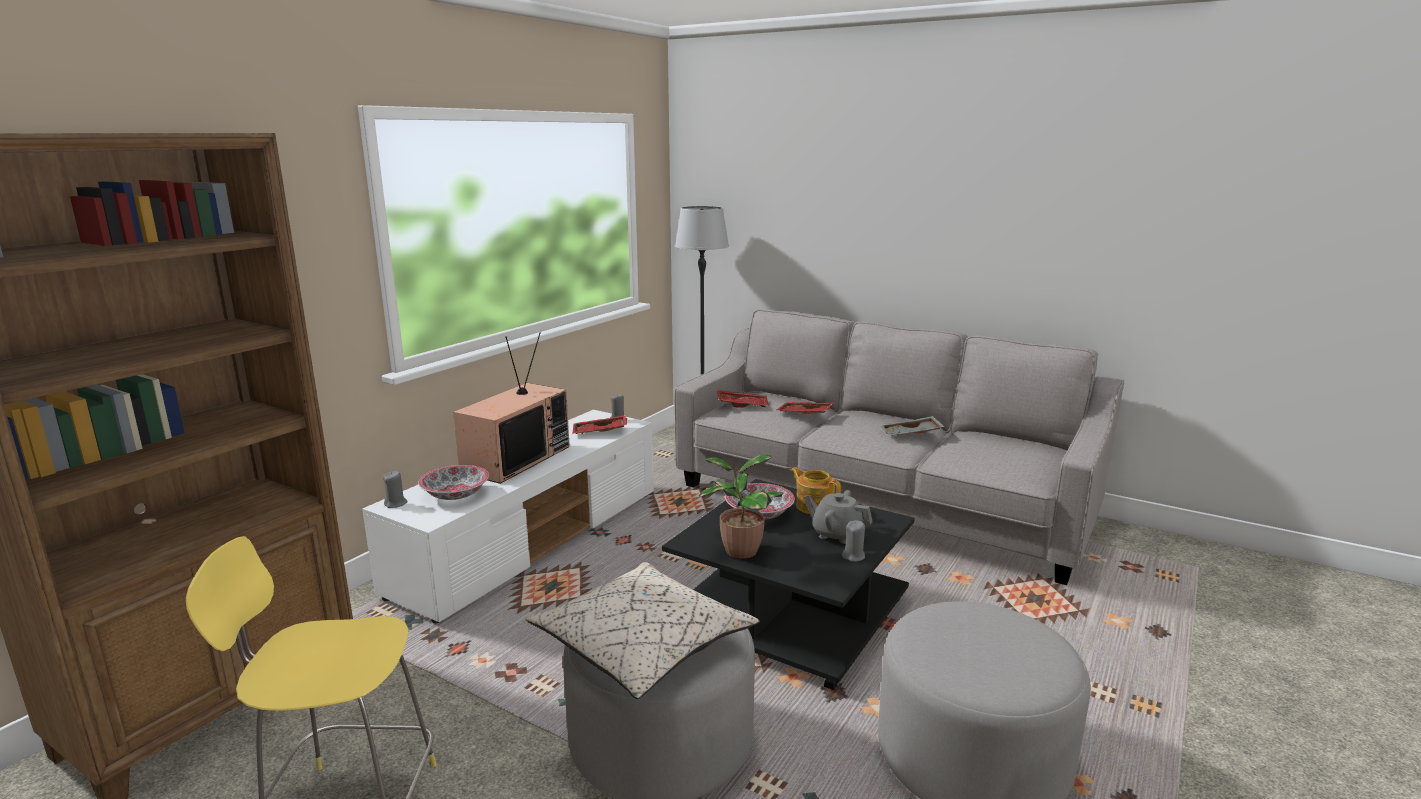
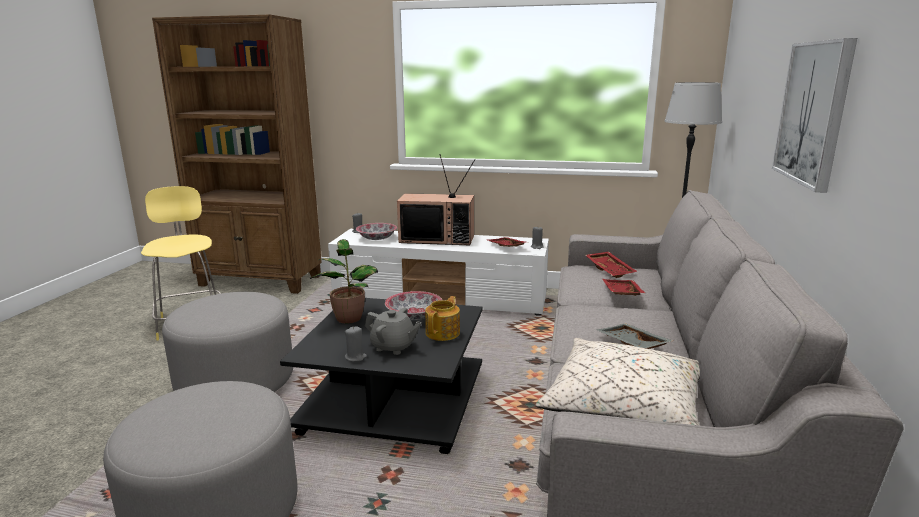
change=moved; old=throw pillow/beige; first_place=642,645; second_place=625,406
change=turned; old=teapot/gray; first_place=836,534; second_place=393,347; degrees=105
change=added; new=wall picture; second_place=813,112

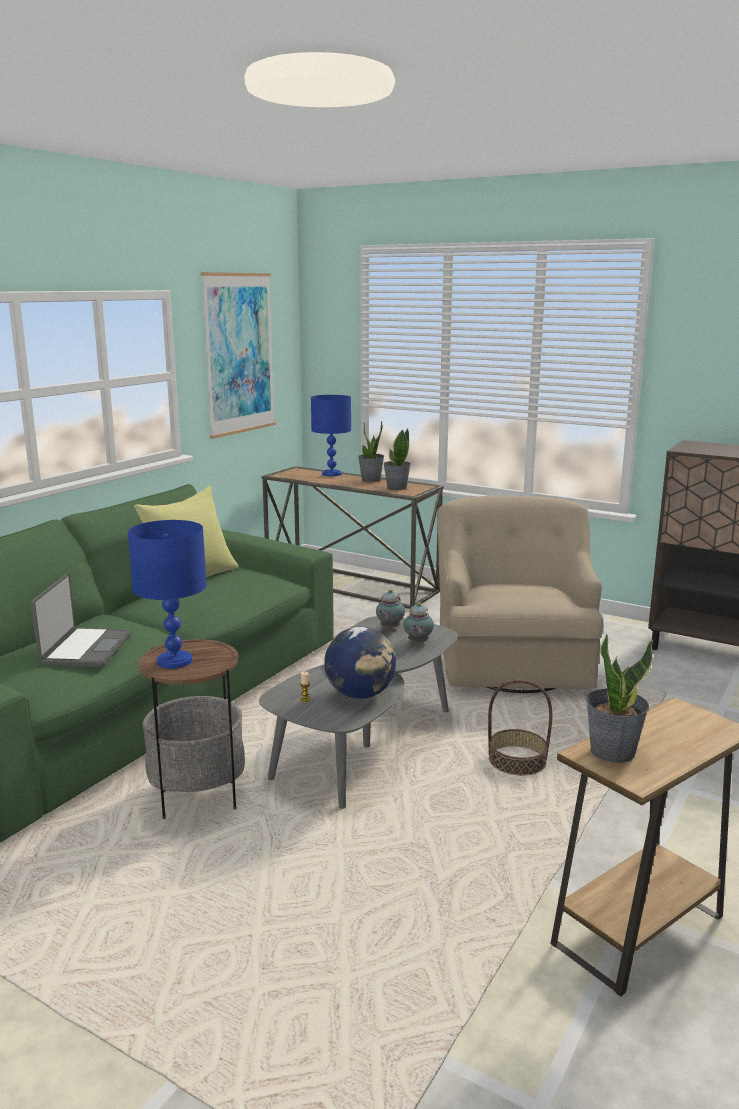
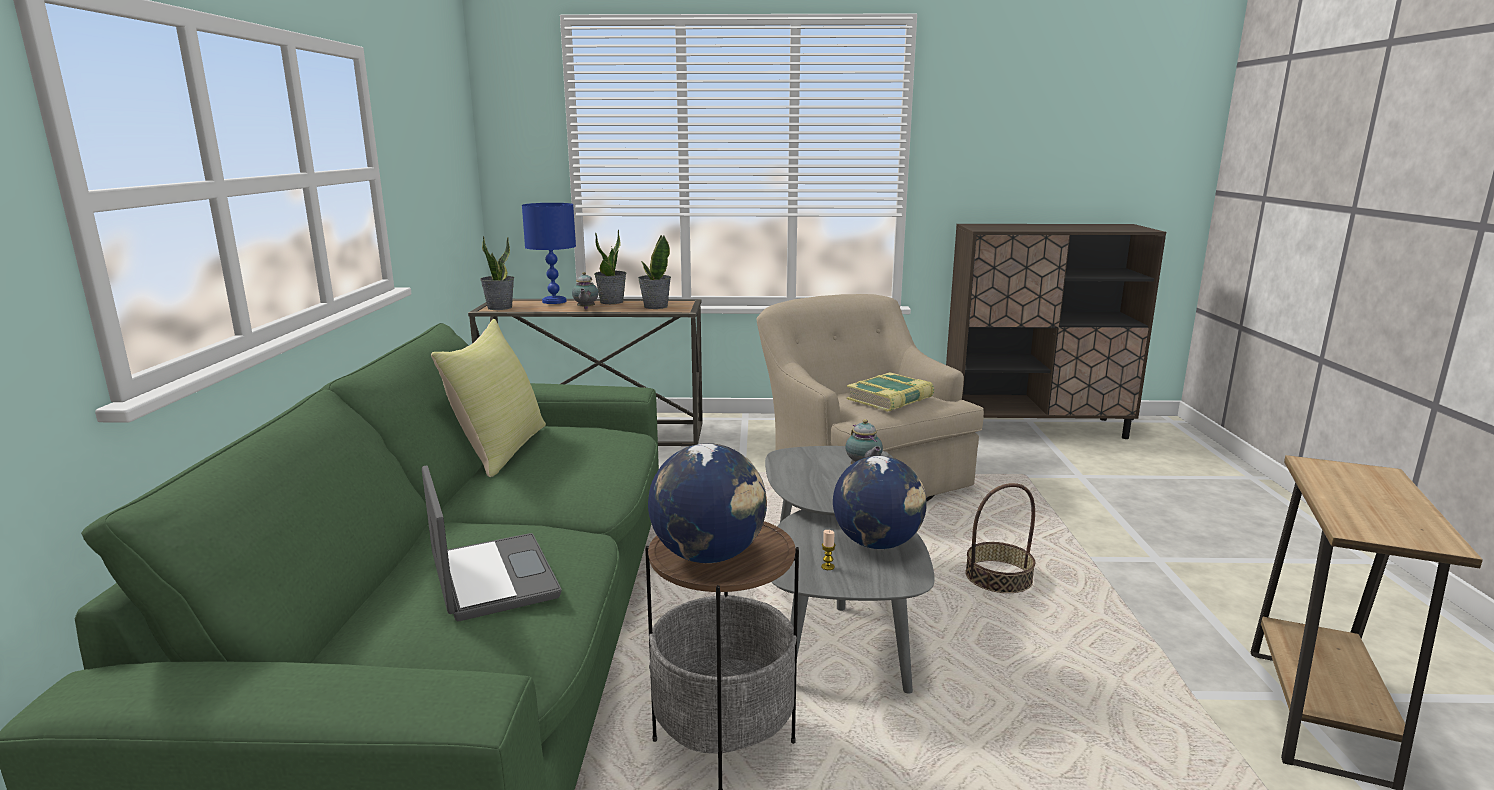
change=replaced; old=lamp for a table/blue-coloured; new=desk globe; first_place=175,661; second_place=709,555
change=removed; old=wall picture; first_place=239,354
change=moved; old=teapot; first_place=389,628; second_place=585,309
change=moved; old=potted plant; first_place=612,751; second_place=499,307
change=added; new=volume; second_place=890,399

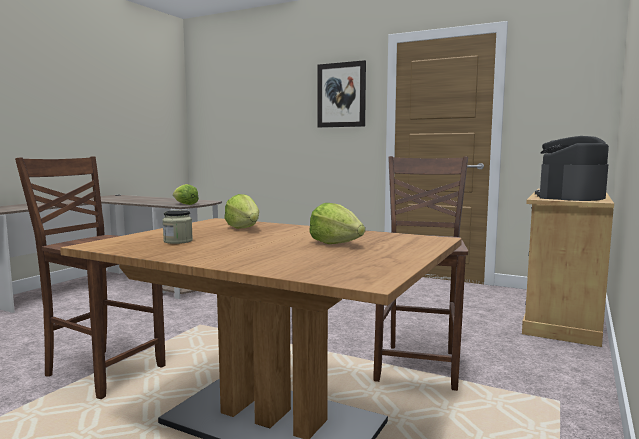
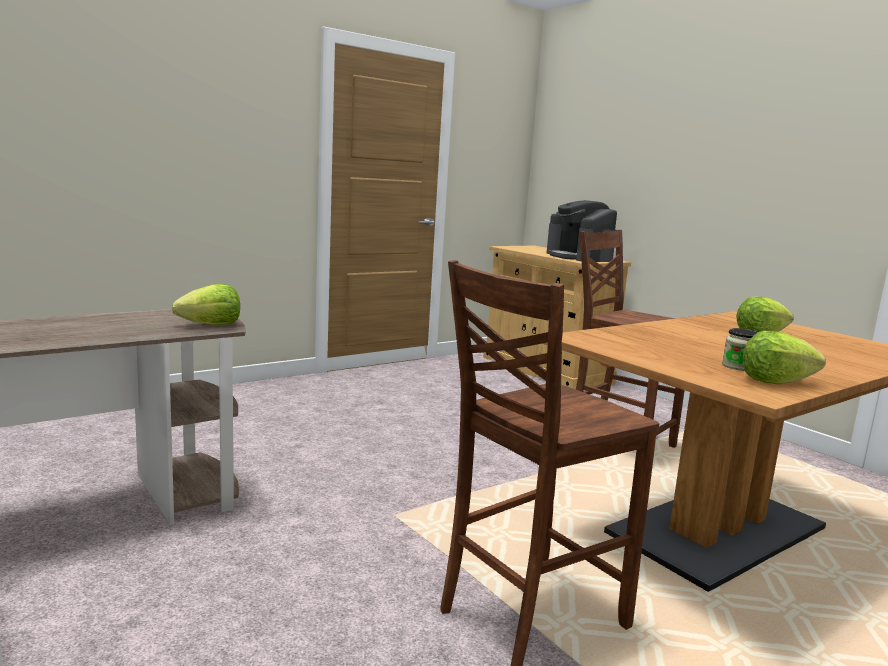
change=moved; old=head of lettuce; first_place=244,228; second_place=775,381
change=removed; old=wall picture; first_place=341,95

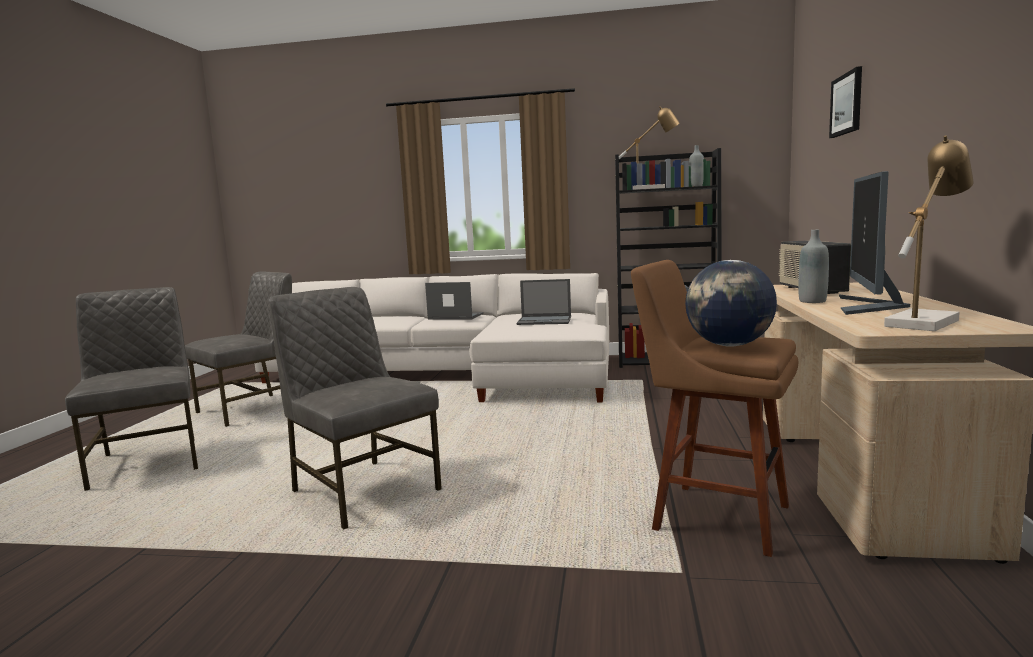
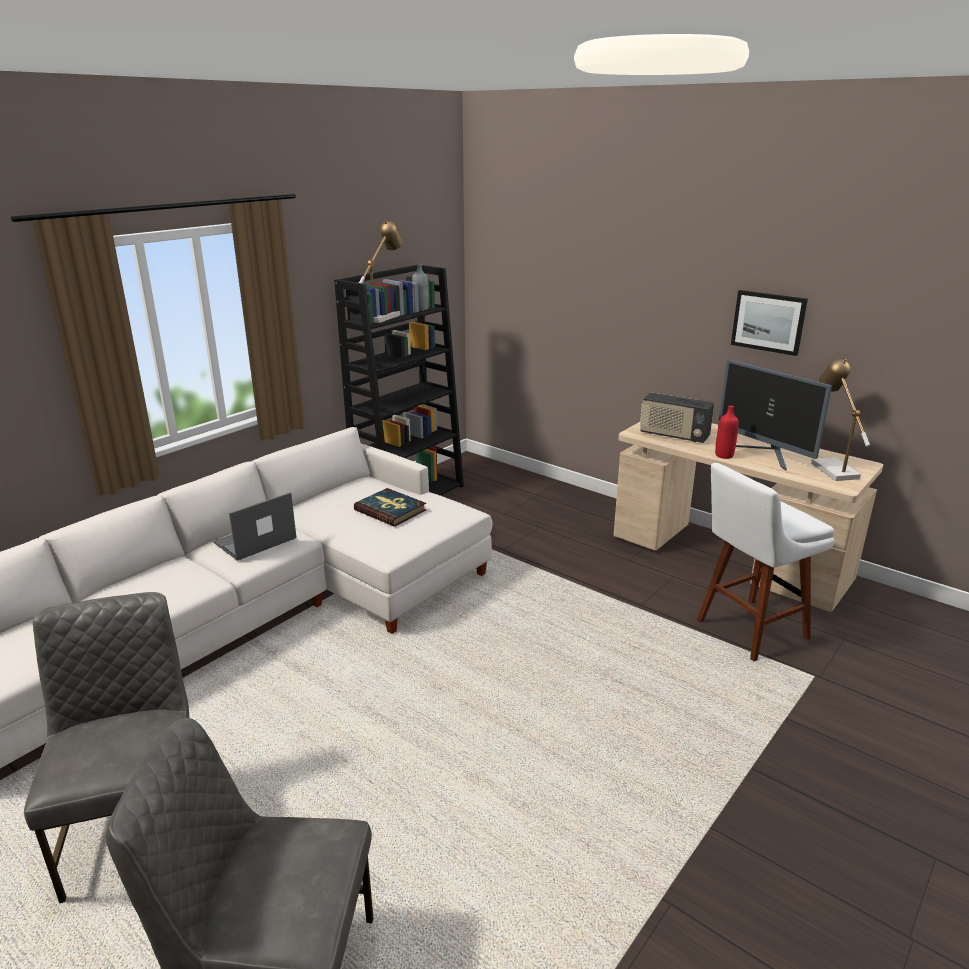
change=removed; old=upright chair/gray; first_place=363,491
change=replaced; old=notebook computer; new=volume; first_place=545,321; second_place=390,510
change=recoloured; old=sitting stool/brownish; new=sitting stool/white; first_place=713,516; second_place=747,631
change=removed; old=desk globe; first_place=729,345
change=recoloured; old=beverage bottle/gray; new=beverage bottle/reddish; first_place=812,301; second_place=724,455
change=moved; old=wall picture; first_place=847,104; second_place=768,322

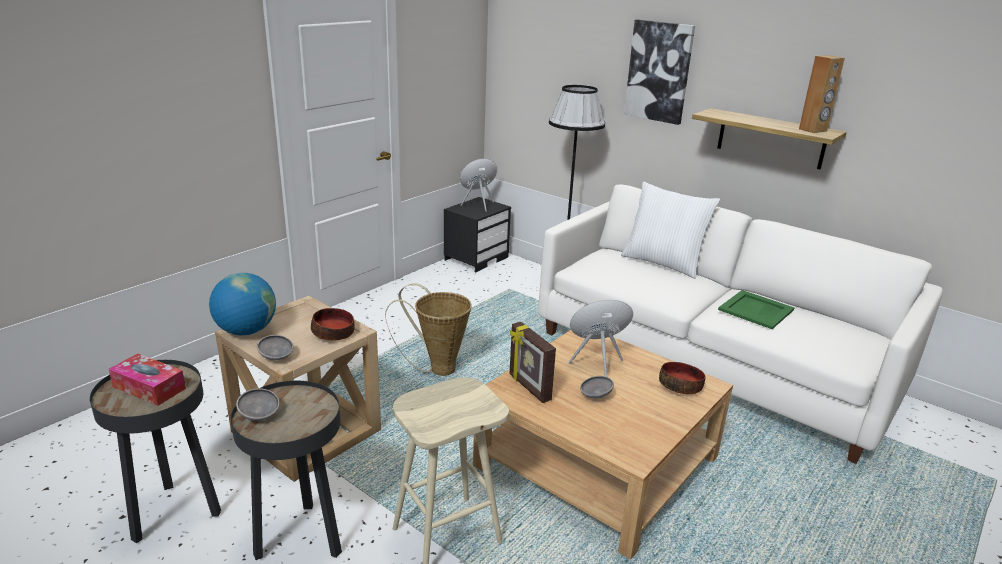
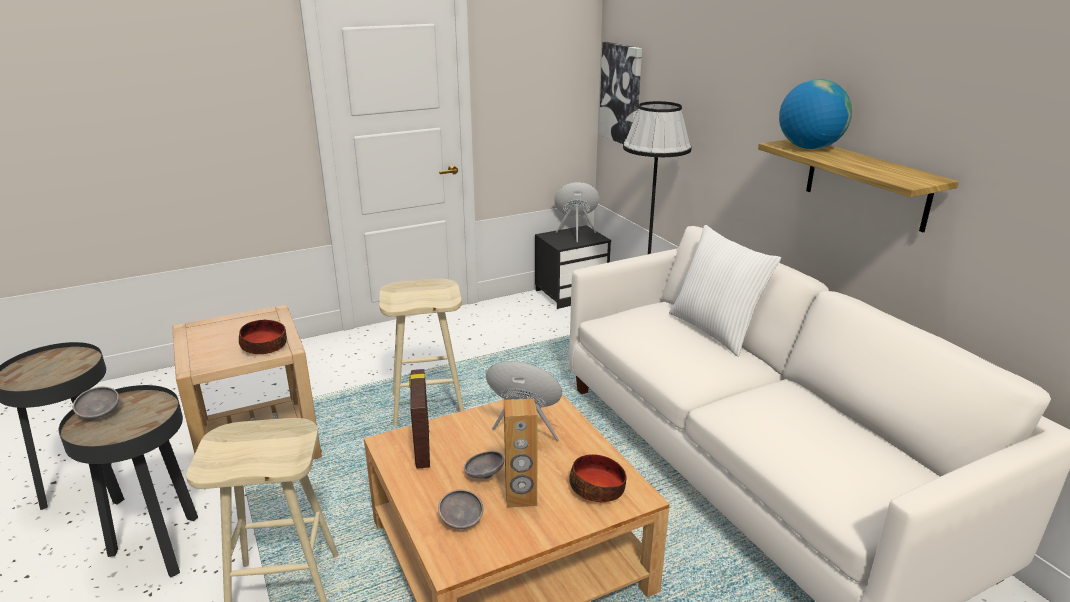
change=removed; old=tissue box; first_place=149,388
change=moved; old=desk globe; first_place=246,331; second_place=809,148
change=moved; old=serving bowl/gray; first_place=276,357; second_place=461,521
change=replaced; old=storage basket; new=sitting stool/beige; first_place=436,368; second_place=429,405
change=moved; old=wall picture; first_place=659,71; second_place=621,93
change=removed; old=serving tray/greenish; first_place=755,310
change=moved; old=loudspeaker/brownish; first_place=813,130; second_place=521,497

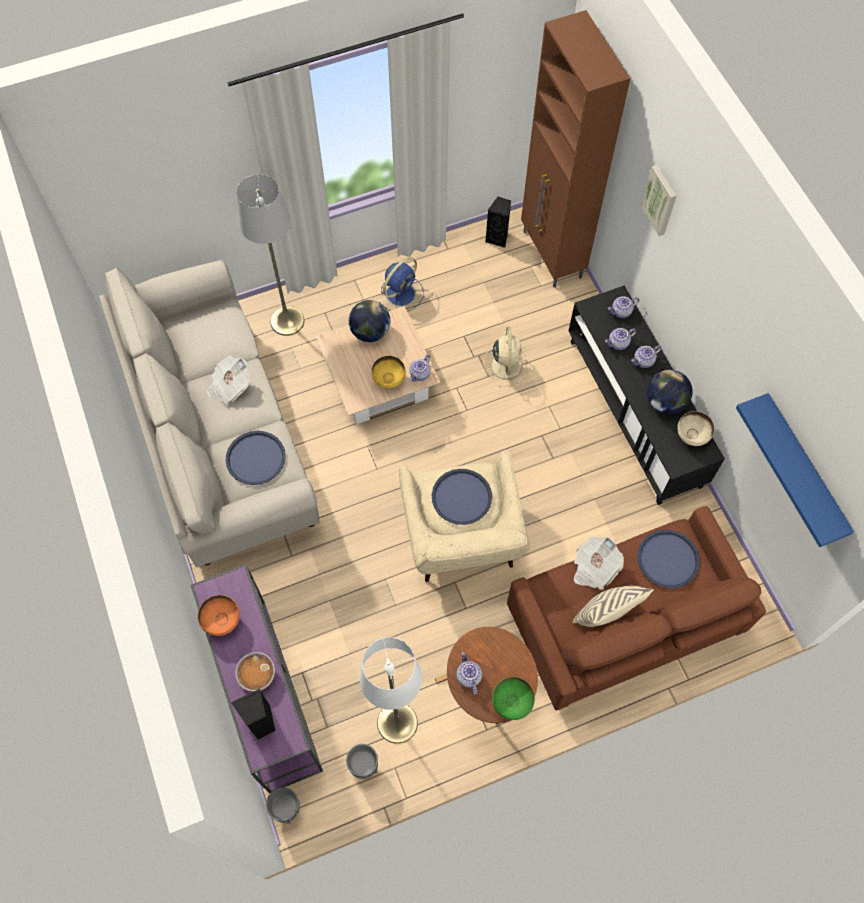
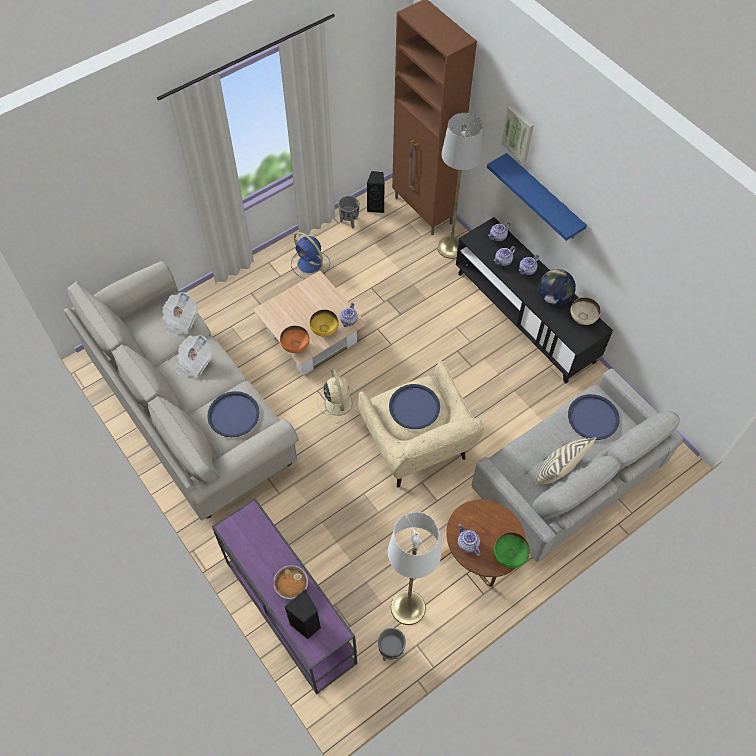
change=moved; old=serving bowl/orangey; first_place=222,621; second_place=295,347
change=moved; old=standing lamp/gray; first_place=287,321; second_place=451,247
change=moved; old=planter/gray; first_place=287,809; second_place=349,222
change=removed; old=desk globe; first_place=370,332
change=turned; old=electric fan/blue-coloured; first_place=401,293; second_place=310,264; degrees=105
change=moved; old=electric fan/beige; first_place=506,364; second_place=338,402
change=recoloured; old=settee/brownish; new=settee/gray; first_place=622,622; second_place=565,481
change=moved; old=printed paper; first_place=594,568; second_place=180,320
change=moved; old=shelf/blue-coloured; first_place=803,468; second_place=543,198

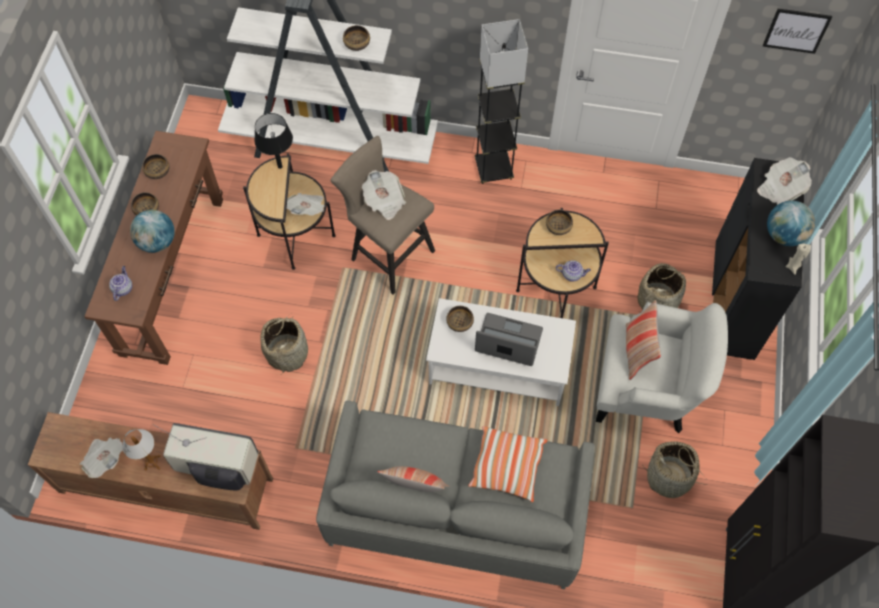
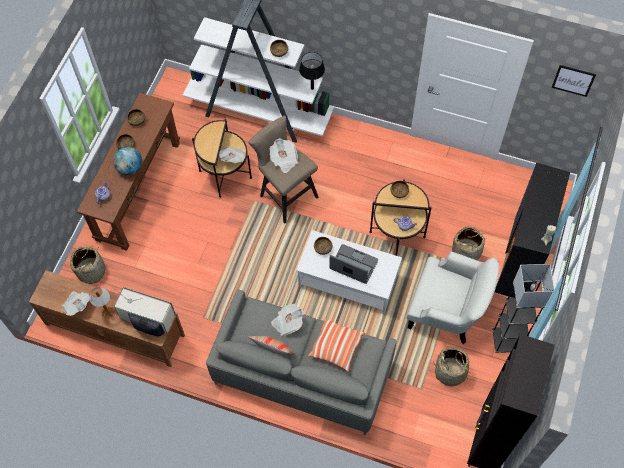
change=moved; old=lamp for a table/blackish; first_place=280,166; second_place=312,88
change=moved; old=storage basket; first_place=287,353; second_place=91,271
change=moved; old=standing lamp/gray; first_place=493,169; second_place=506,341
change=removed; old=throw pillow; first_place=637,352
change=moved; old=printed paper; first_place=780,188; second_place=287,323
change=removed; old=desk globe; first_place=784,235

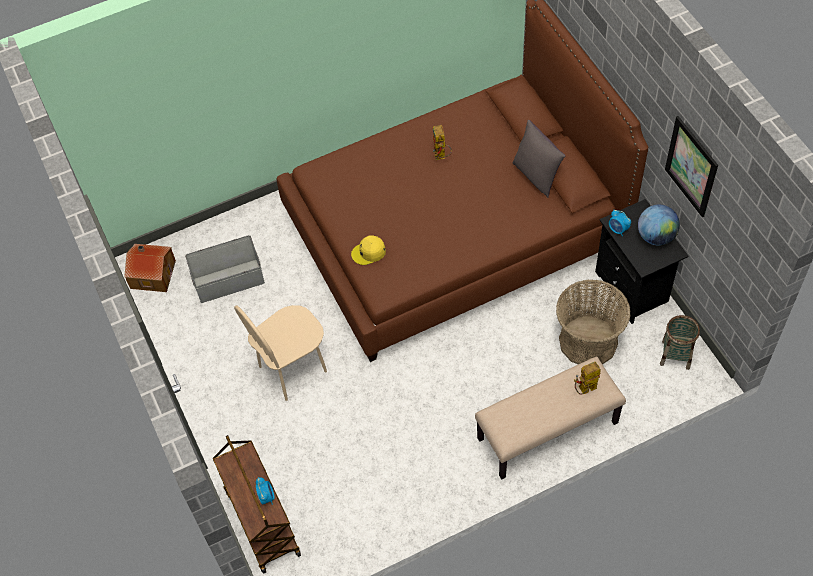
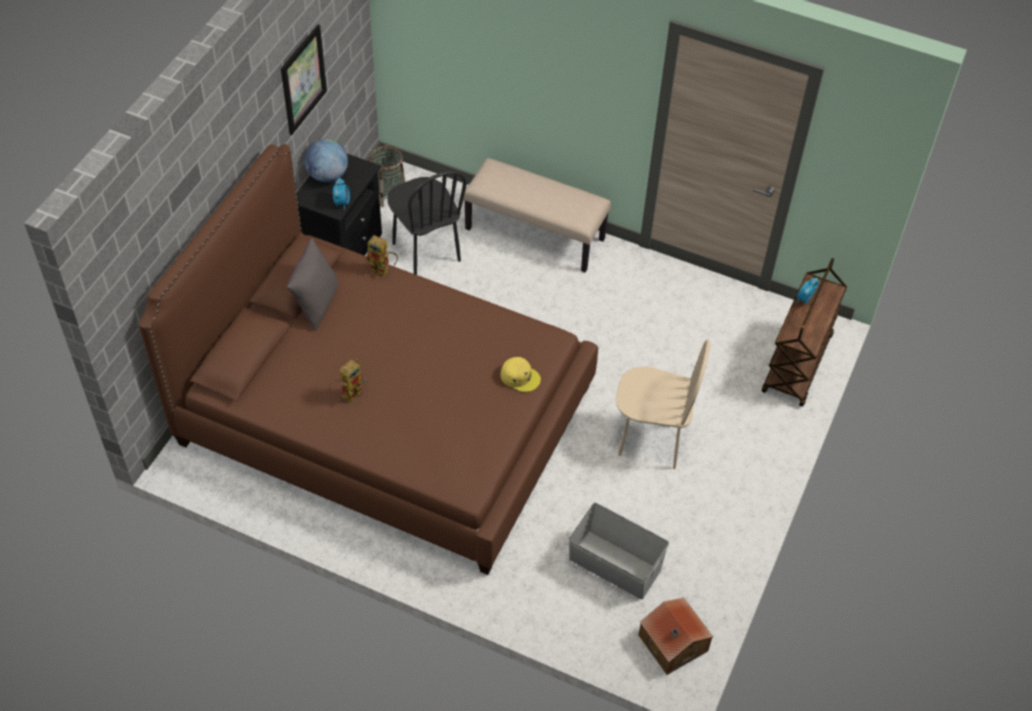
change=replaced; old=storage basket; new=upright chair/blackish; first_place=588,341; second_place=425,252
change=moved; old=model robot; first_place=585,390; second_place=383,270

